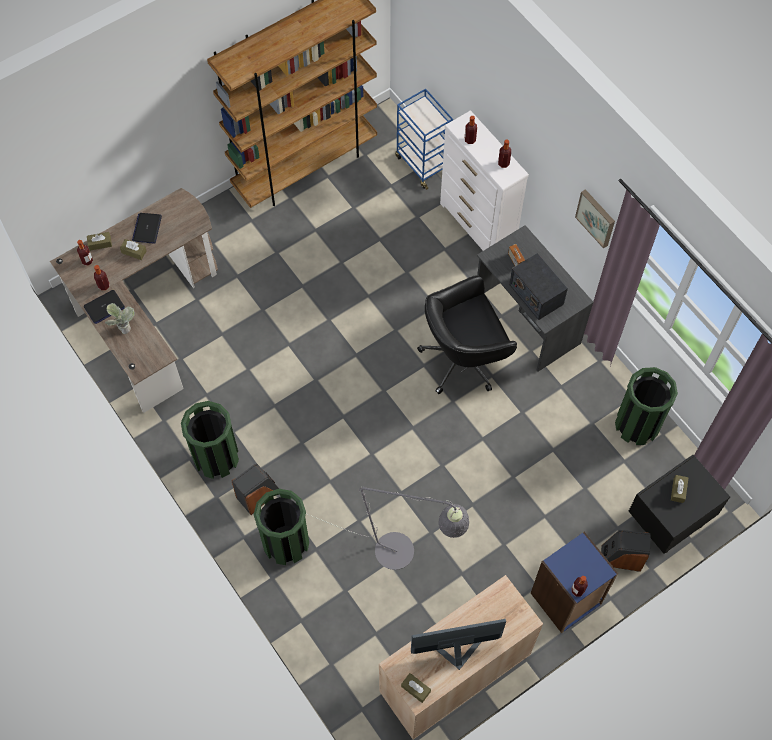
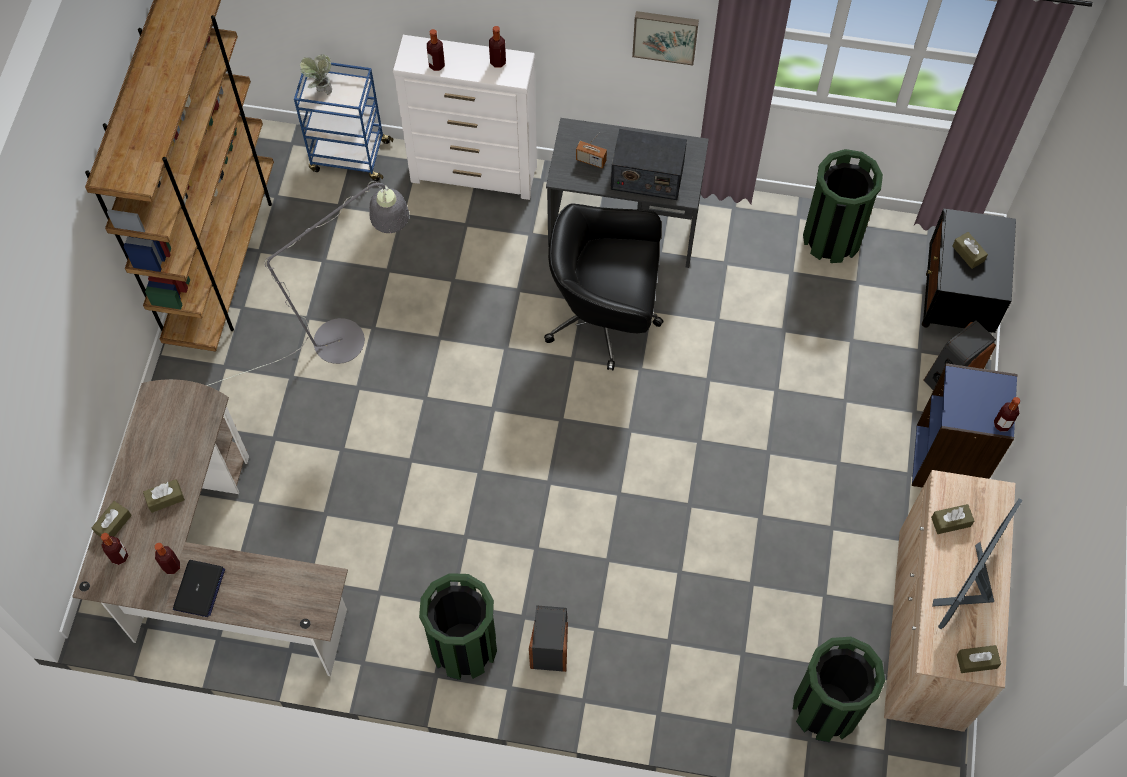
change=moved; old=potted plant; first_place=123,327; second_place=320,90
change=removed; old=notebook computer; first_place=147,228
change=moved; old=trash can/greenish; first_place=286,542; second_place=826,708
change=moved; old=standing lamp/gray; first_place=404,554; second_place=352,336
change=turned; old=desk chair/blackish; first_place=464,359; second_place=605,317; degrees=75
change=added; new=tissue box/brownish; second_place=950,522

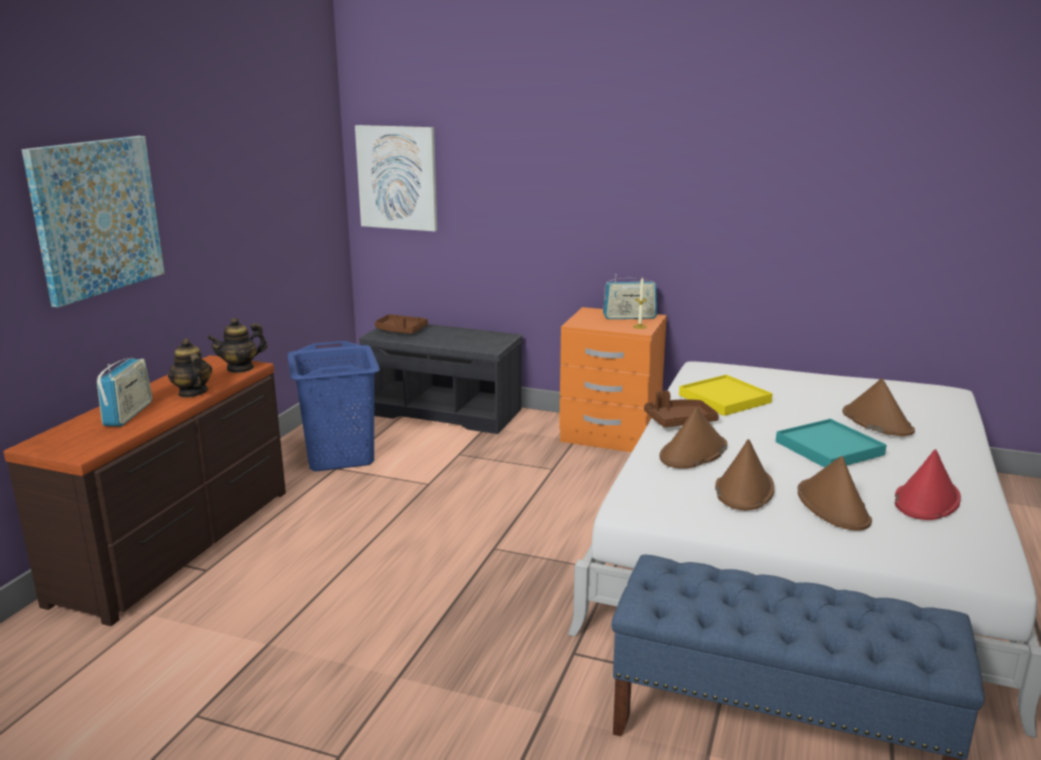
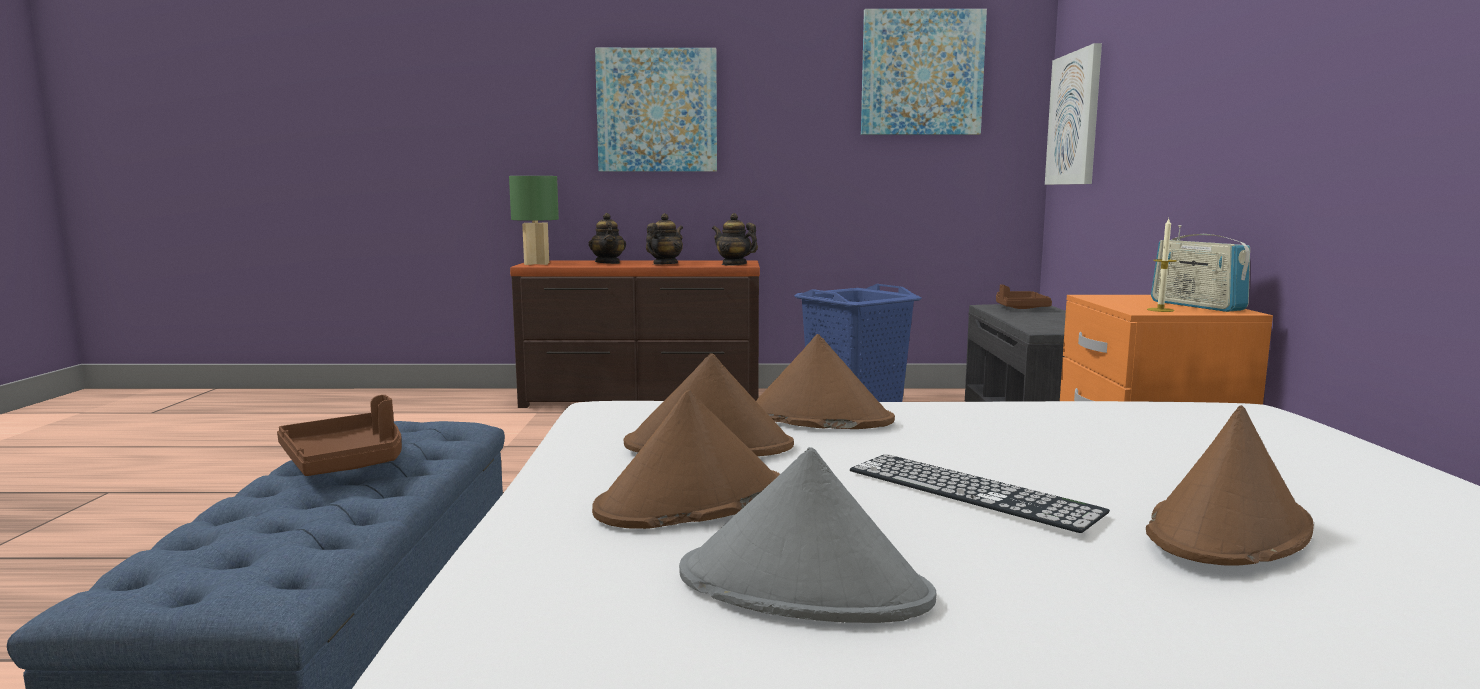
change=replaced; old=radio receiver; new=teapot; first_place=128,414; second_place=608,263
change=moved; old=serving tray/brownish; first_place=679,421; second_place=346,462
change=removed; old=serving tray/yellow; first_place=724,399
change=replaced; old=serving tray/turquoise-coloured; new=keyboard; first_place=829,448; second_place=971,490
change=recoloured; old=hat/reddish; new=hat/gray; first_place=926,500; second_place=805,587
change=added; new=lamp for a table/greenish; second_place=536,263
change=added; new=wall picture; second_place=922,73

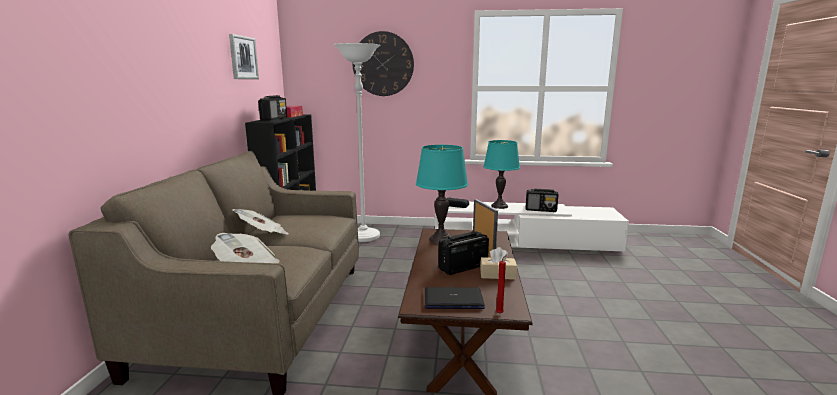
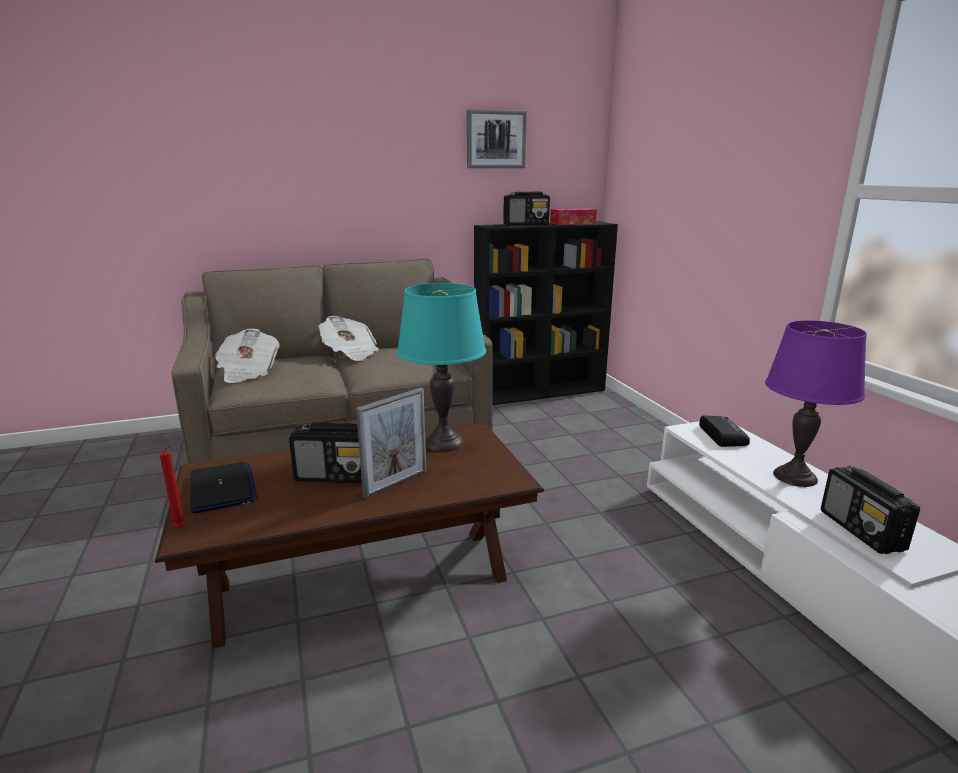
change=removed; old=standing lamp/white; first_place=363,237
change=removed; old=clock on the wall; first_place=383,64
change=turned; old=radio receiver; first_place=462,267; second_place=337,476; degrees=150
change=removed; old=tissue box/beige; first_place=497,275
change=recoloured; old=lamp for a table/turquoise-coloured; new=lamp for a table/purplish; first_place=499,206; second_place=794,477

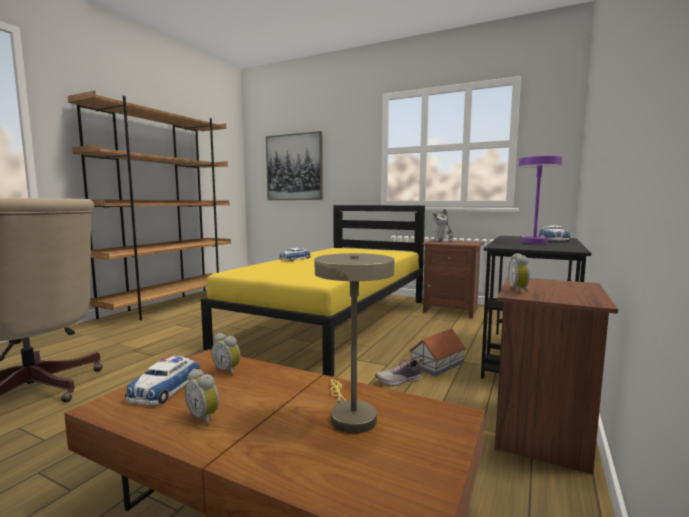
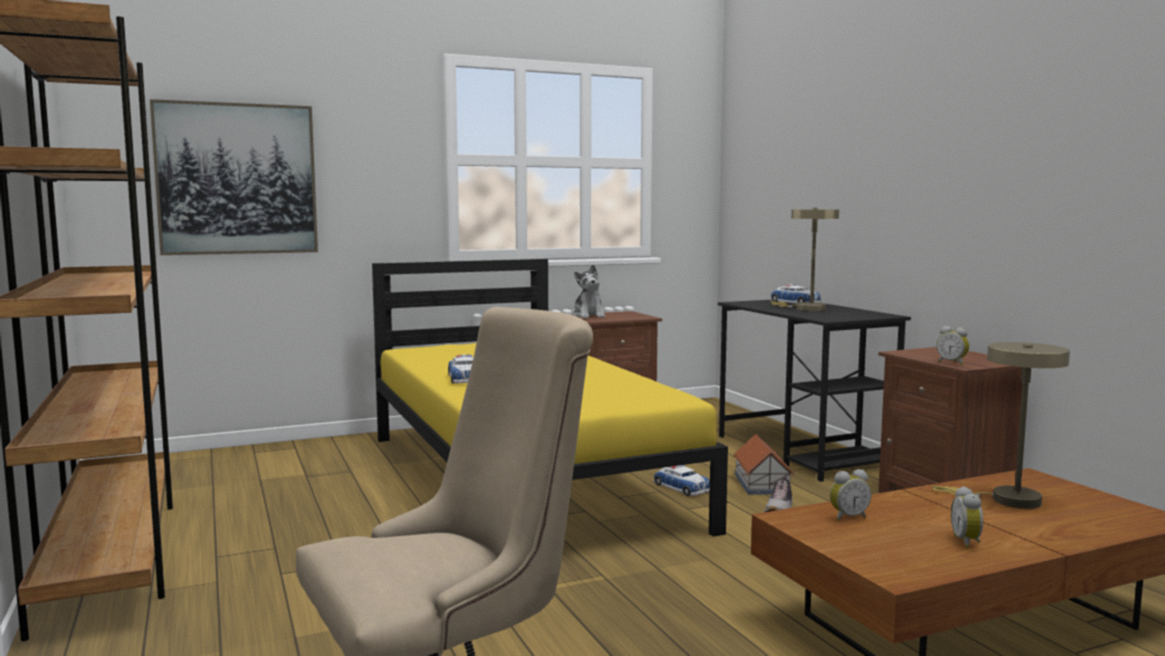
change=moved; old=miniature car; first_place=165,388; second_place=682,487
change=turned; old=alarm clock; first_place=205,417; second_place=967,542; degrees=105
change=recoloured; old=lamp for a table/purplish; new=lamp for a table/beige; first_place=532,242; second_place=806,309

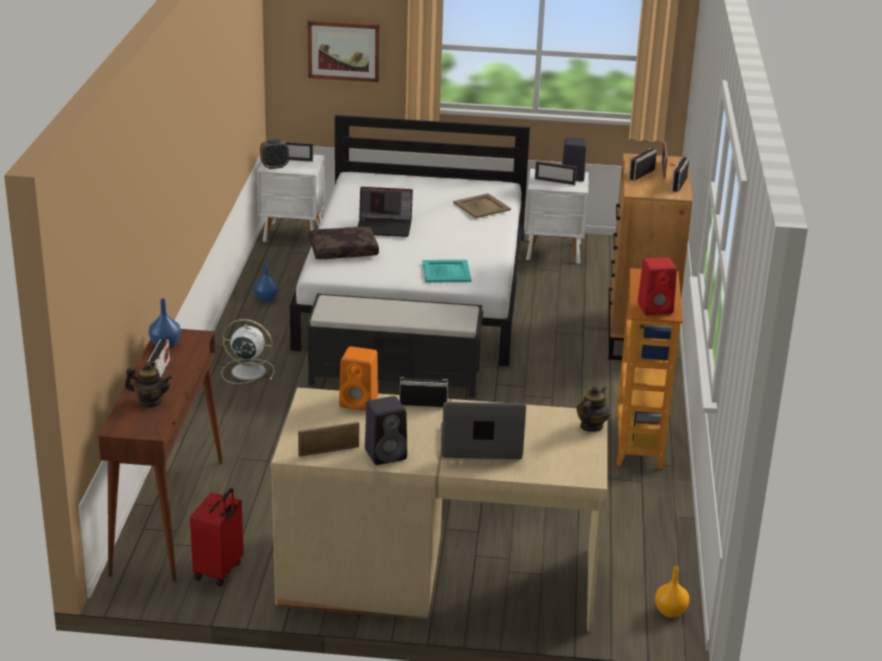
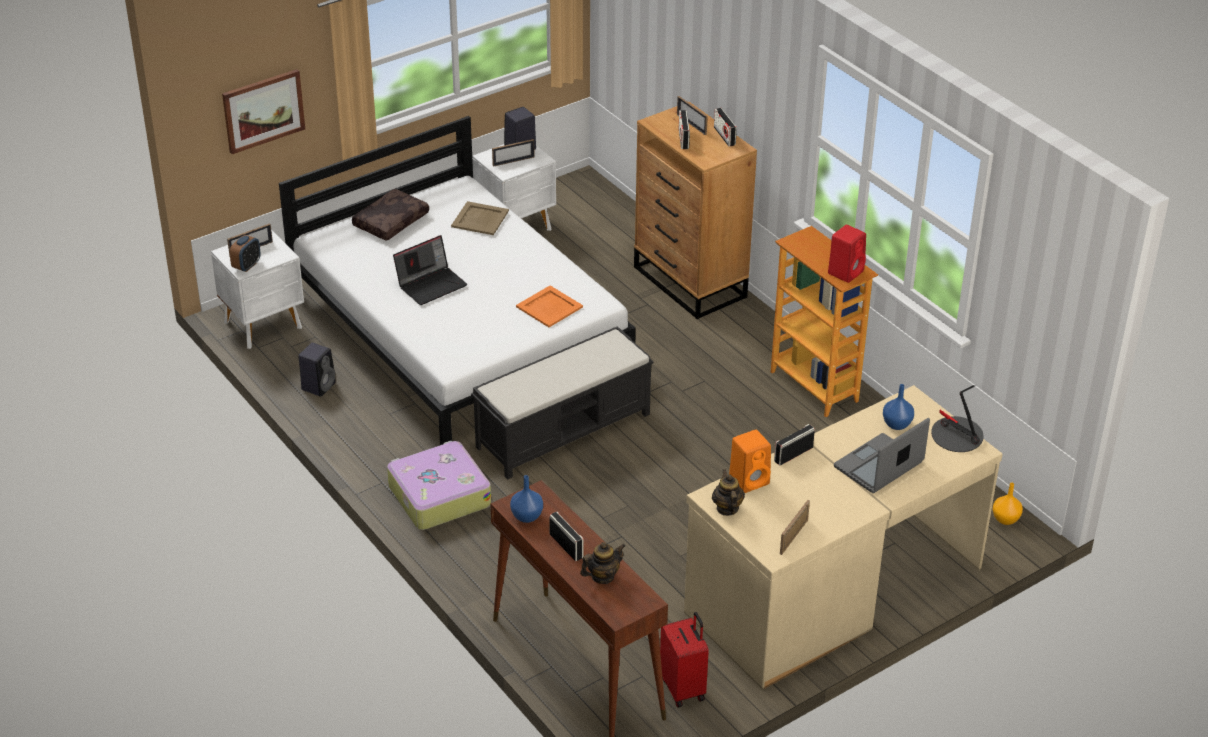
change=replaced; old=electric fan/white; new=piece of luggage; first_place=247,371; second_place=438,496
change=moved; old=decorative vase/blue-coloured; first_place=266,299; second_place=896,425
change=moved; old=throw pillow/brownish; first_place=343,250; second_place=390,221
change=moved; old=loudspeaker/blackish; first_place=387,454; second_place=319,385
change=recoloured; old=serving tray/turquoise-coloured; new=serving tray/orangey; first_place=446,272; second_place=549,307
change=moved; old=teapot; first_place=591,426; second_place=727,508
change=added; new=lamp for a table; second_place=956,436

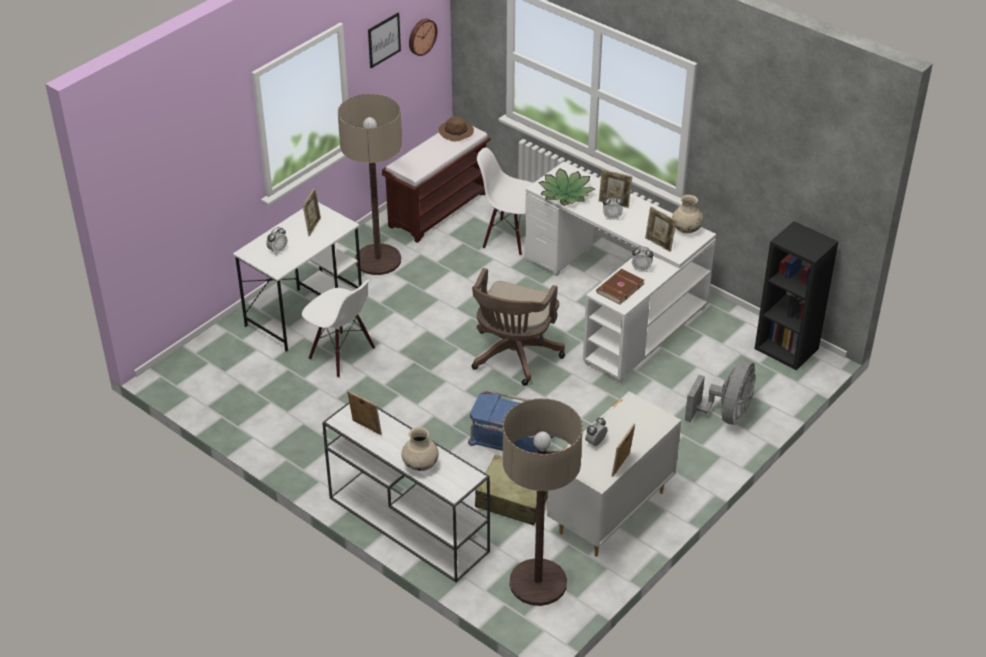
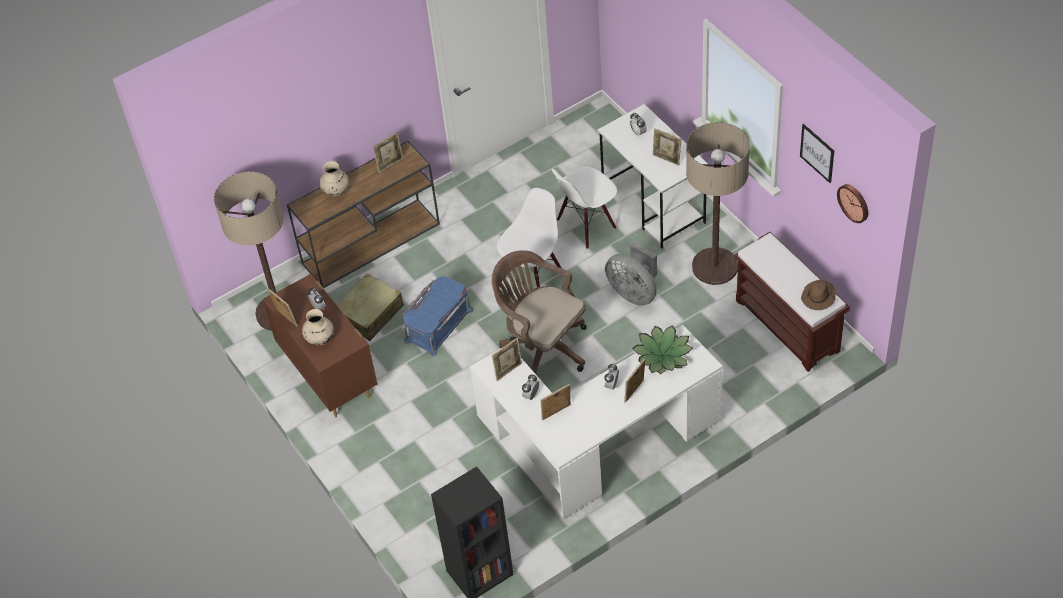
change=recoloured; old=console table/white; new=console table/brownish; first_place=406,524; second_place=372,242
change=moved; old=upright chair/white; first_place=509,237; second_place=533,275
change=recoloured; old=dresser/white; new=dresser/brownish; first_place=609,513; second_place=329,374
change=replaced; old=volume/brownish; new=photo frame; first_place=619,288; second_place=508,371
change=moved; old=decorative vase/beige; first_place=686,230; second_place=320,339
change=moved; old=electric fan/gray; first_place=725,414; second_place=634,292

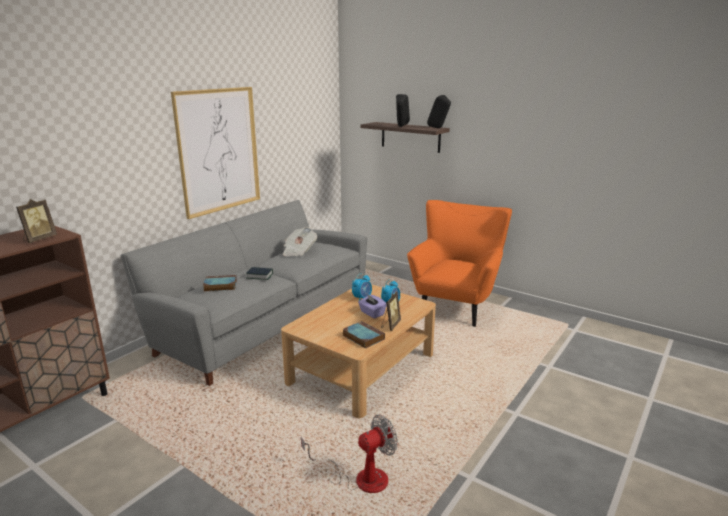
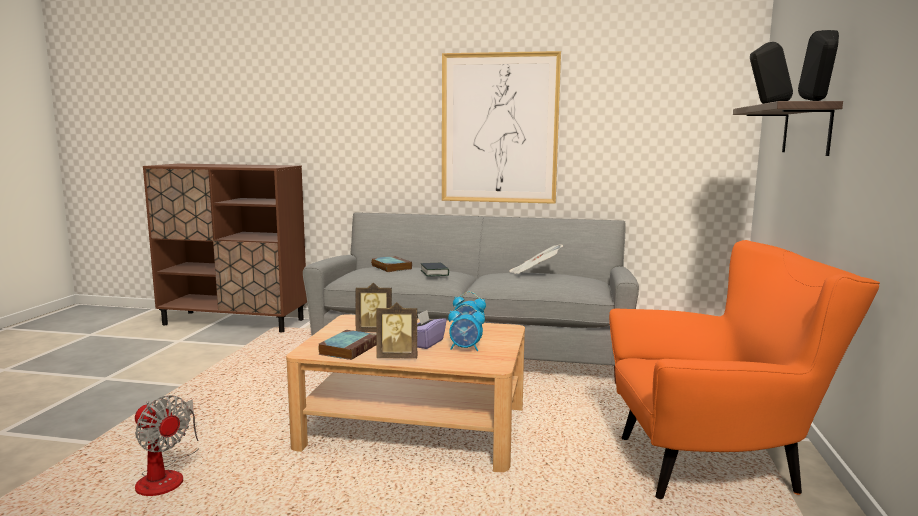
change=moved; old=photo frame; first_place=39,239; second_place=374,331

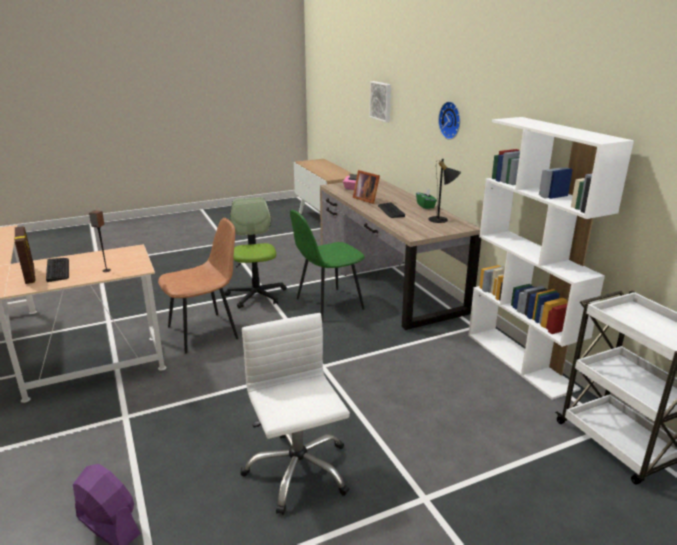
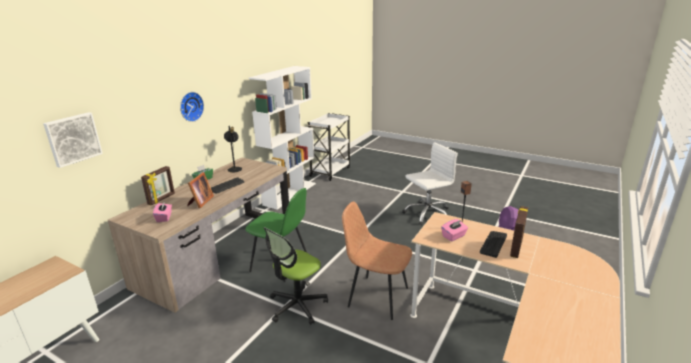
change=turned; old=desk chair/white; first_place=297,471; second_place=427,214; degrees=-150
change=added; new=photo frame; second_place=162,199
change=added; new=tissue box/pinkish; second_place=454,236

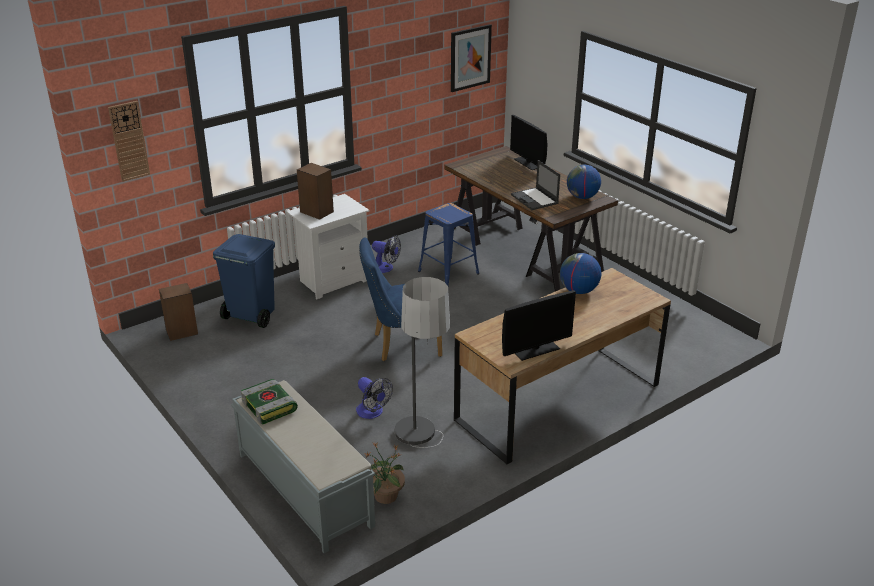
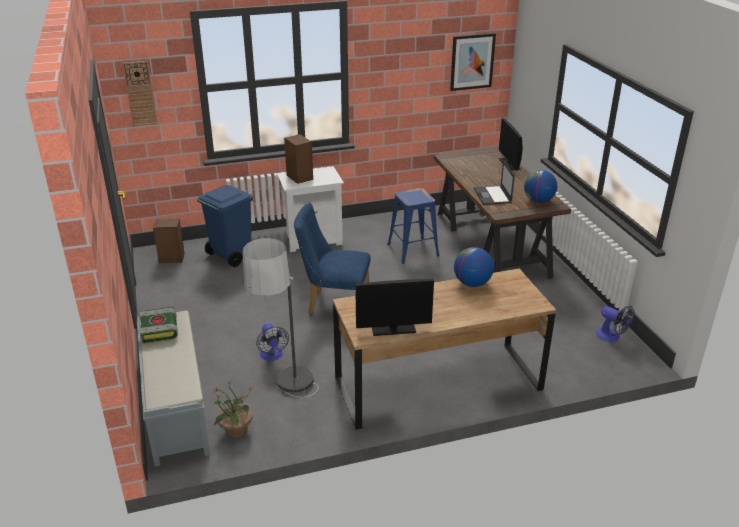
change=moved; old=electric fan; first_place=386,268; second_place=612,337

